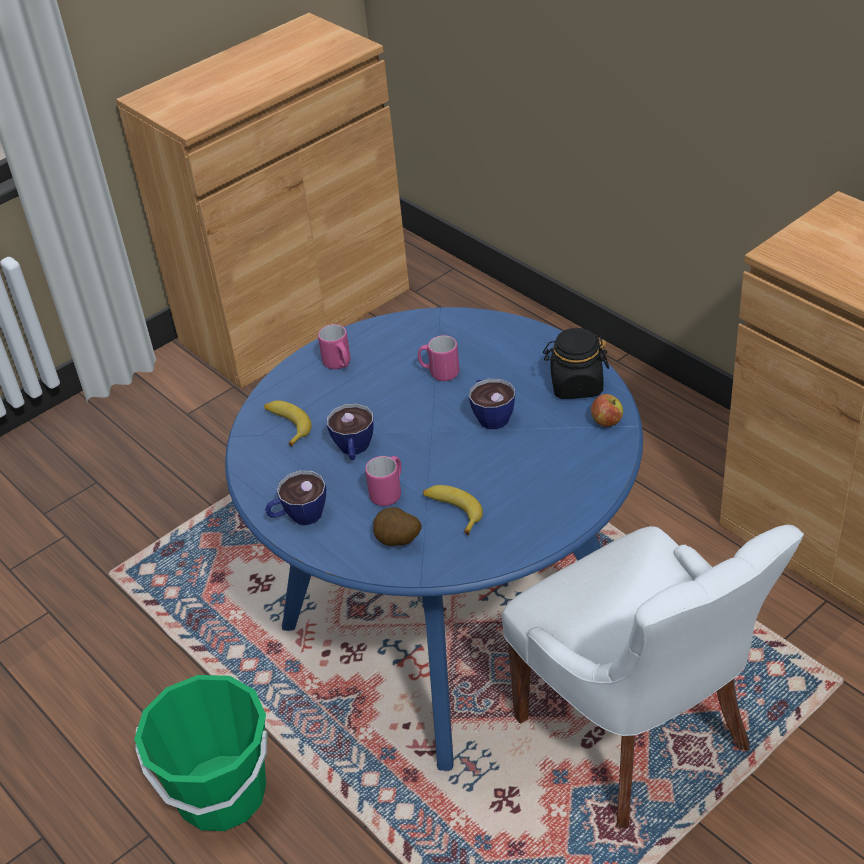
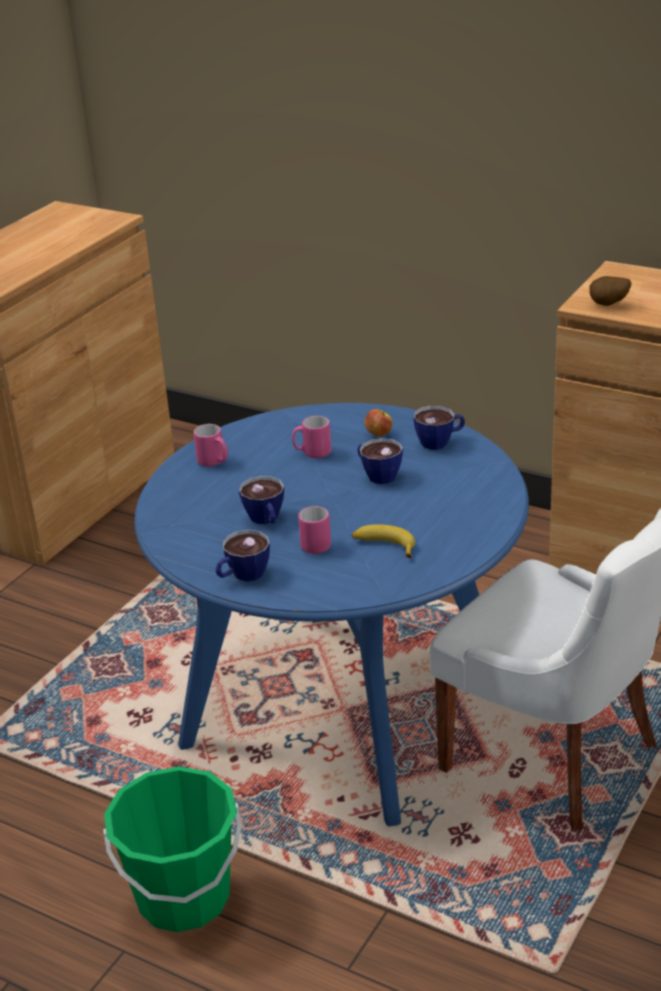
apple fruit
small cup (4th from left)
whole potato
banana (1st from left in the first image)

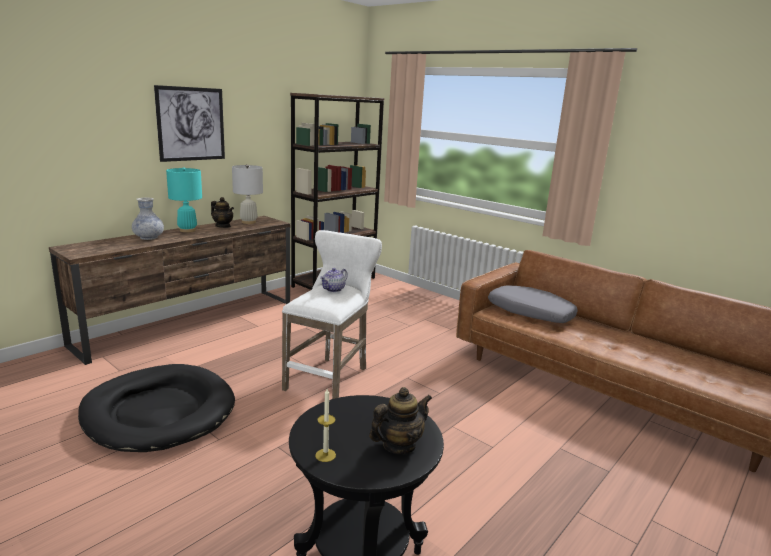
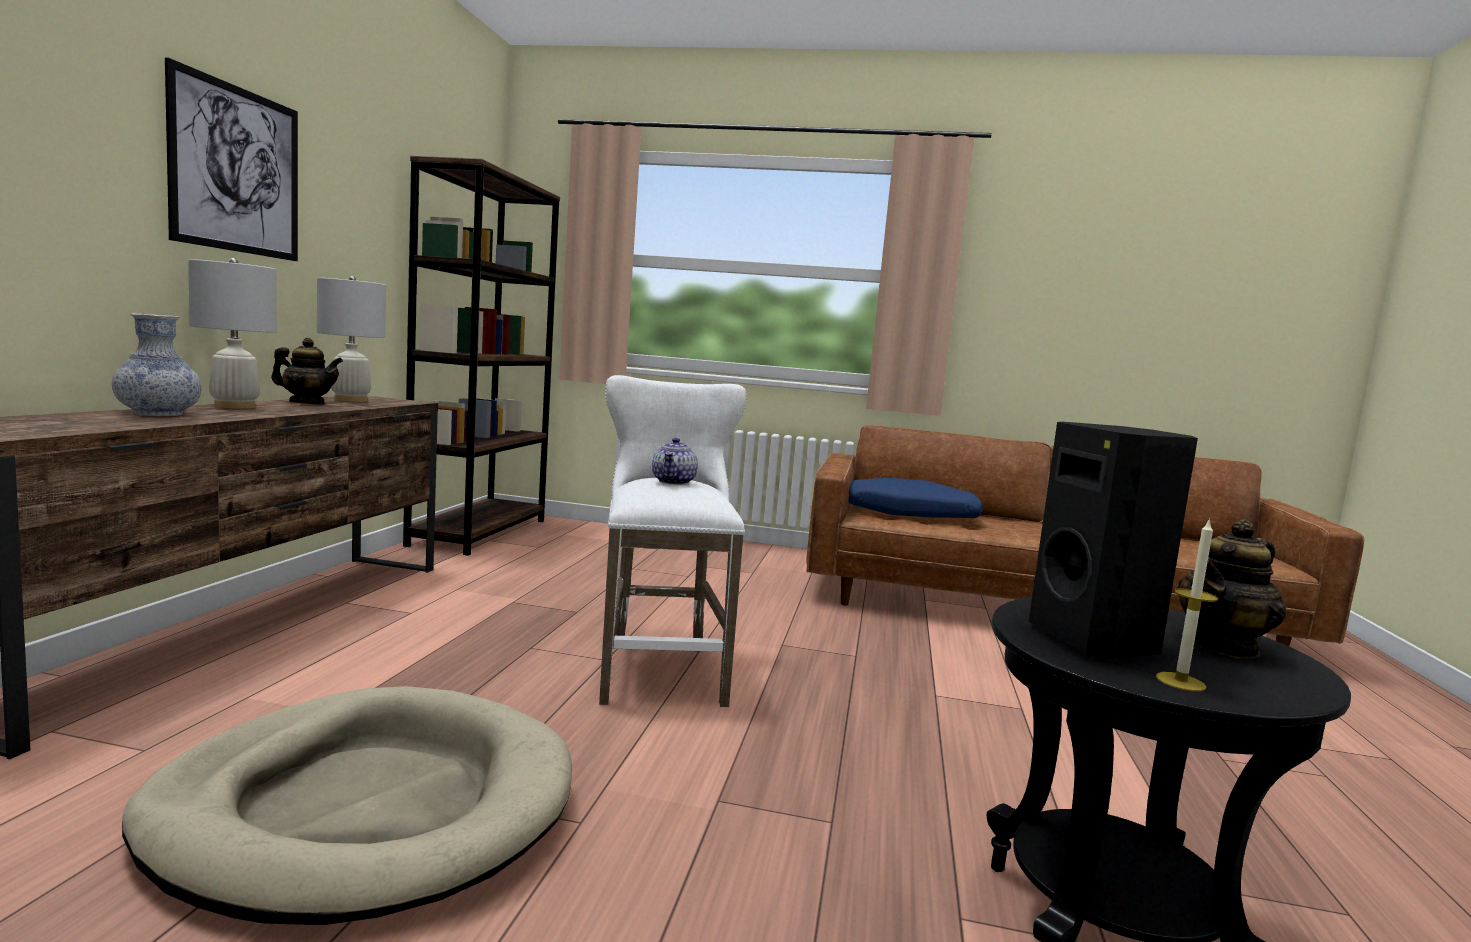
beige-coloured dog cushion
whitish tabletop lamp (1st from left)
blue pillow
black loudspeaker
tea pot (3rd from left)

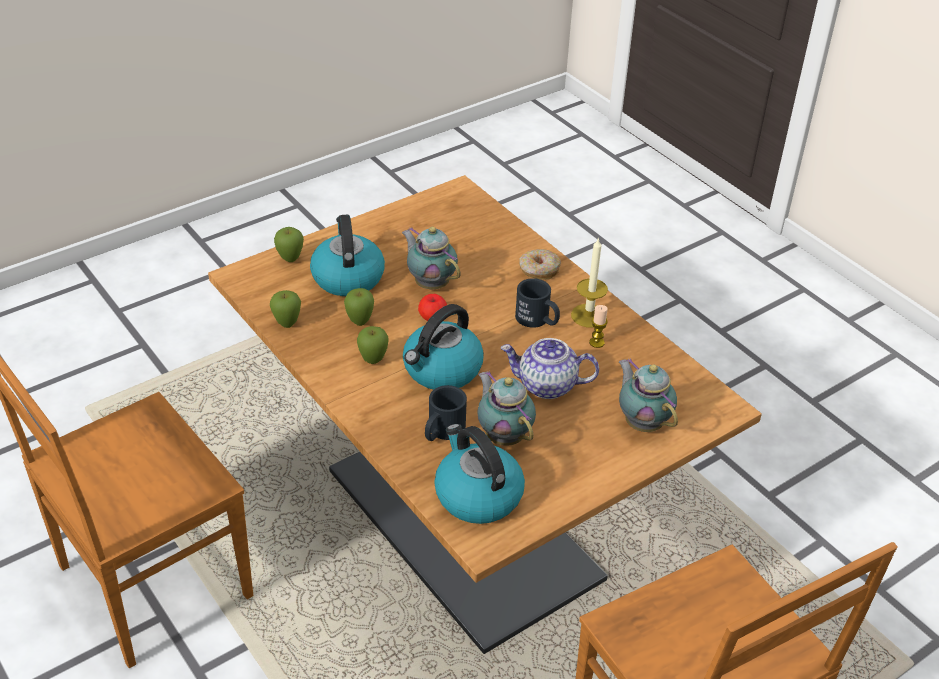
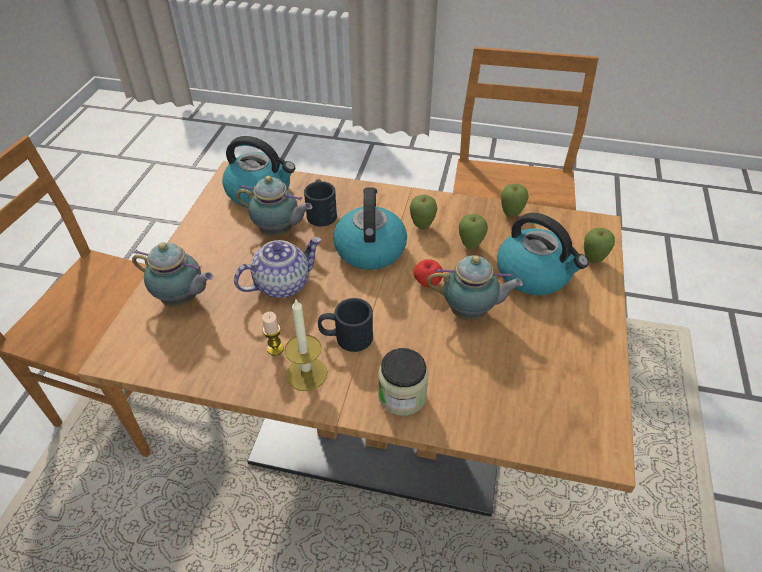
jar

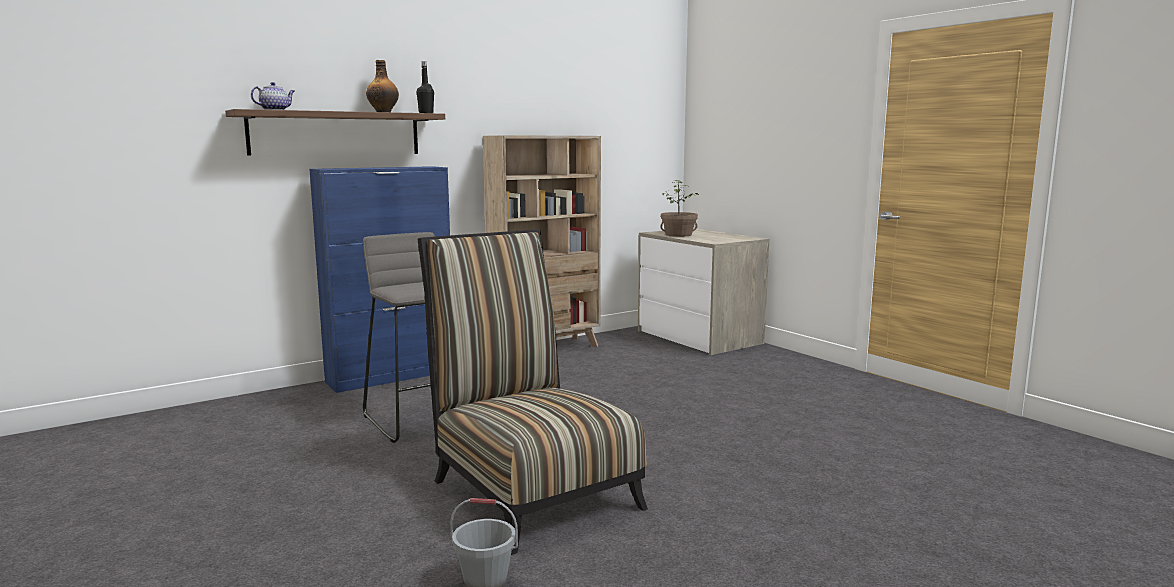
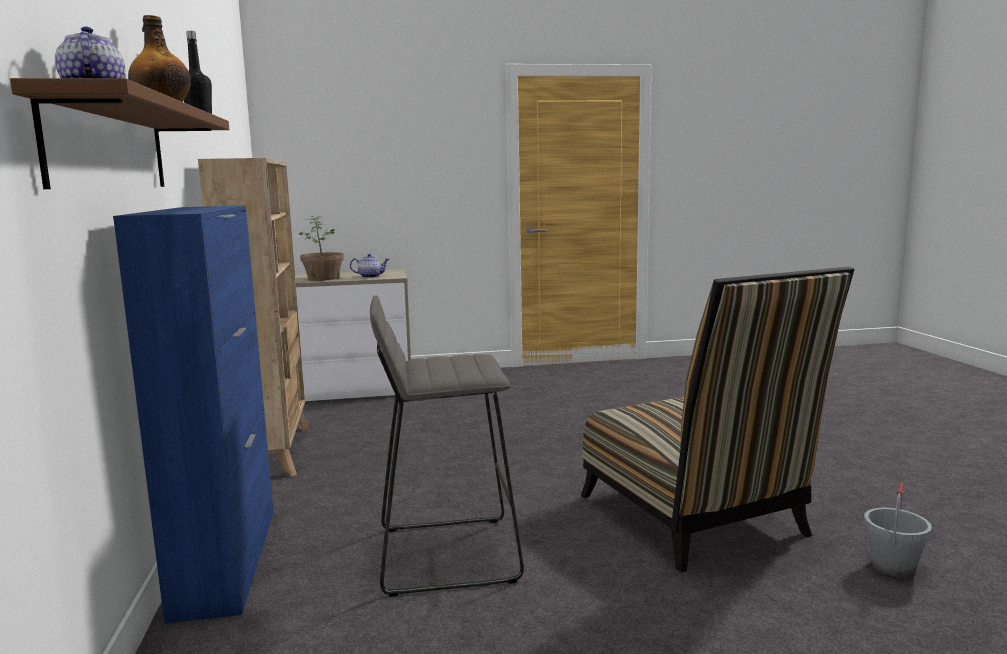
tea pot (2nd from left)
upright chair

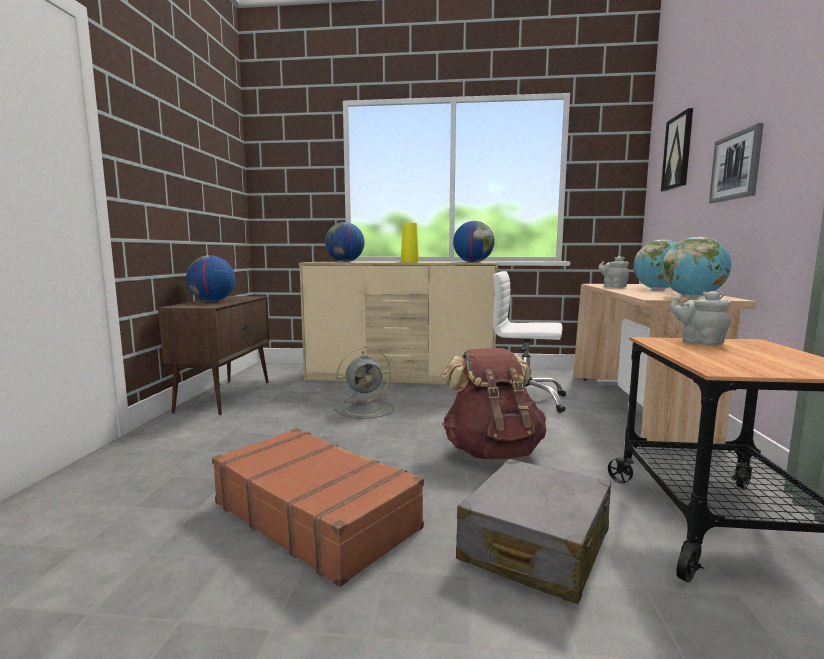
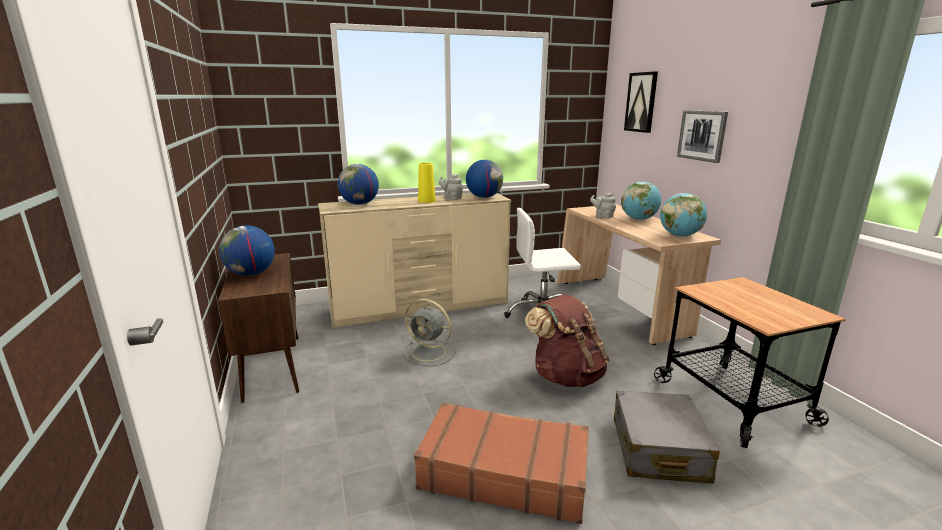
greyish cooling fan
greyish tea pot (1st from left)

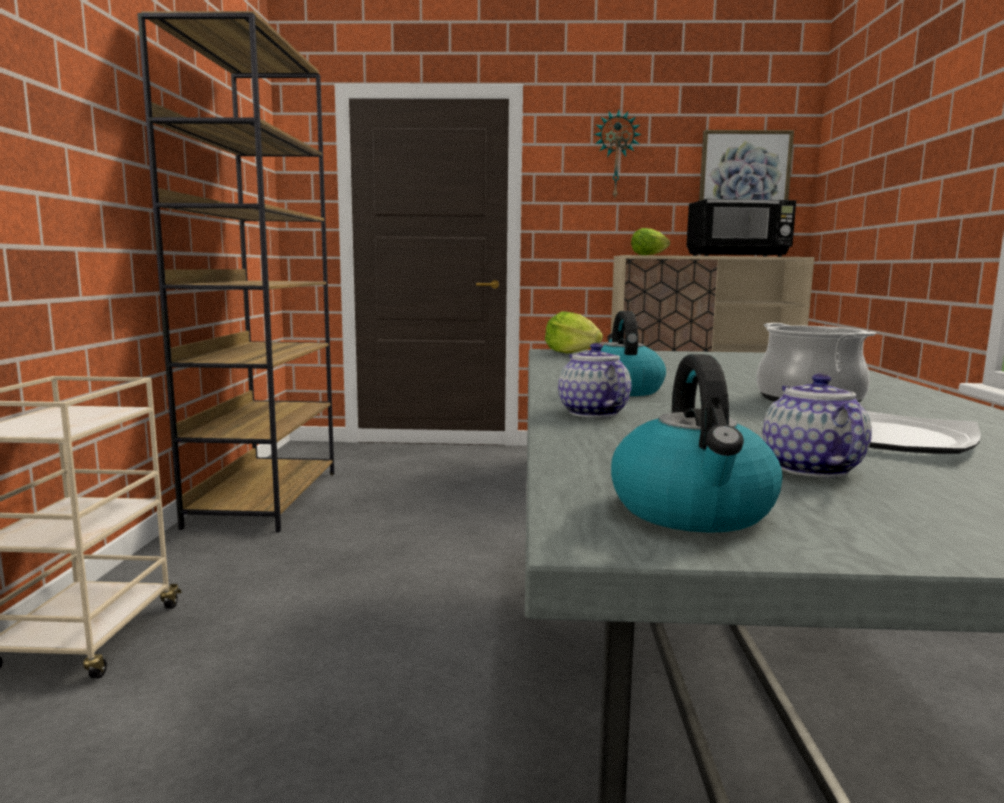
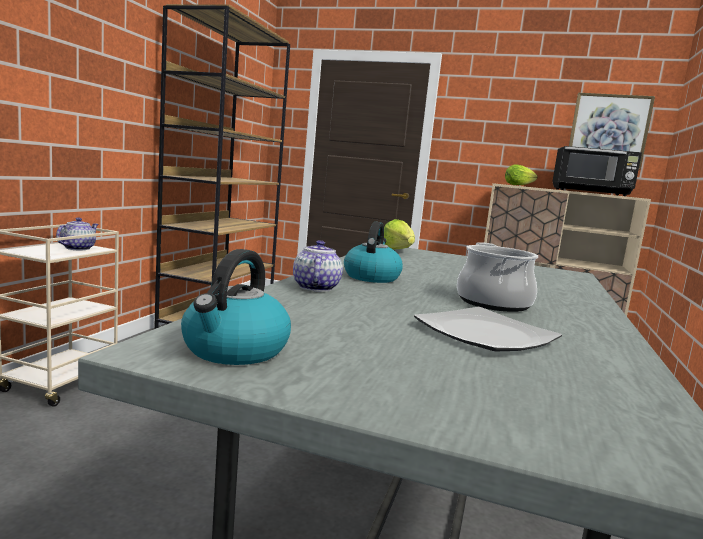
tea pot (1st from left)
clock on the wall

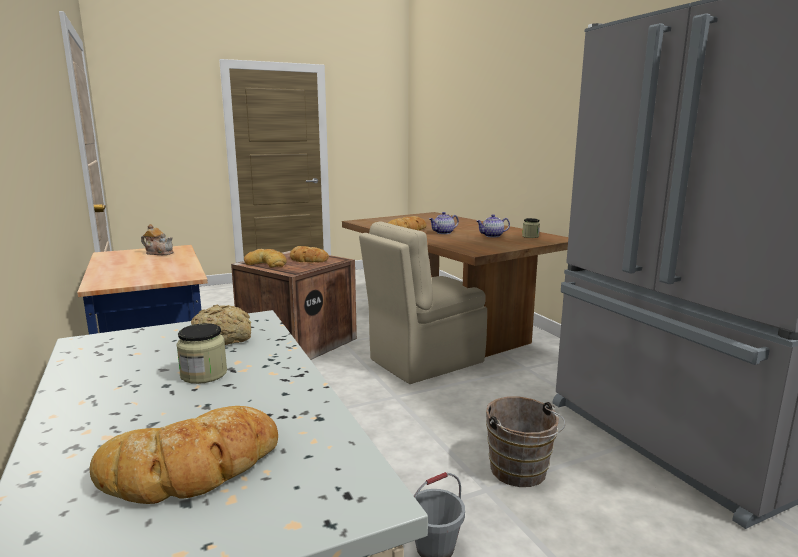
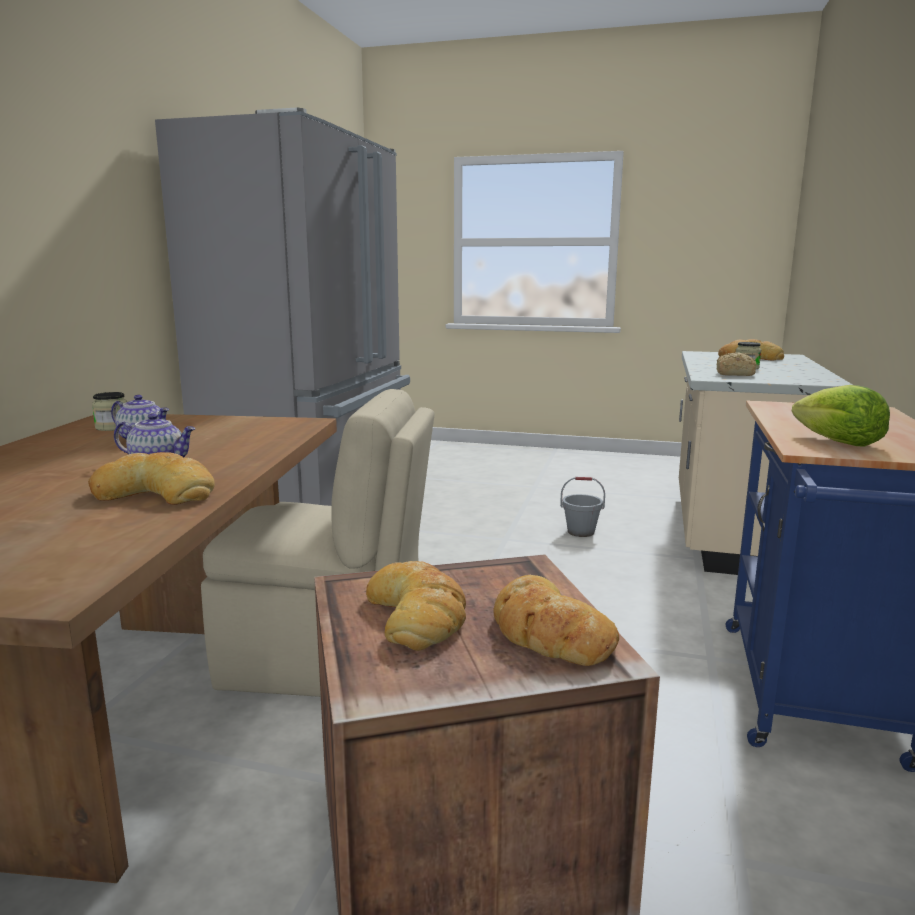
lettuce head
brownish water bucket

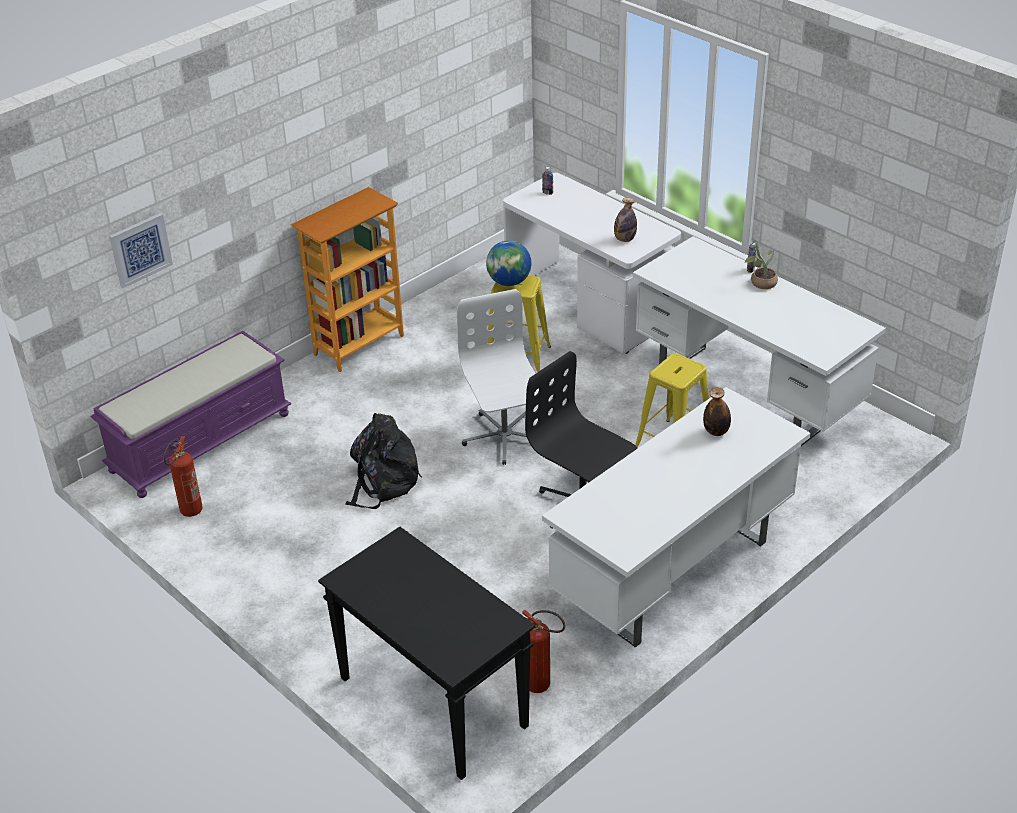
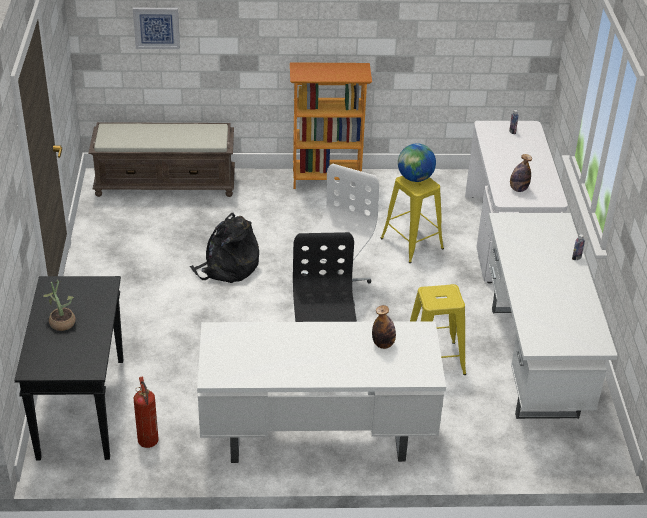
plant in a pot
brownish long seat
extinguisher (1st from left in the first image)

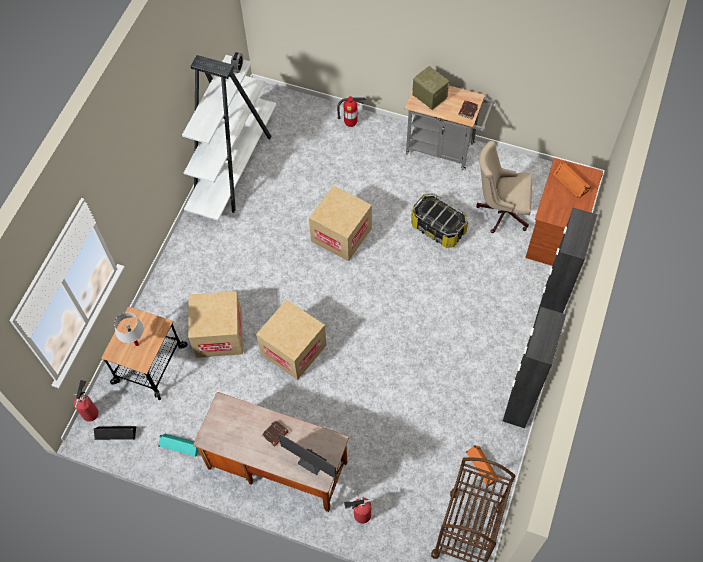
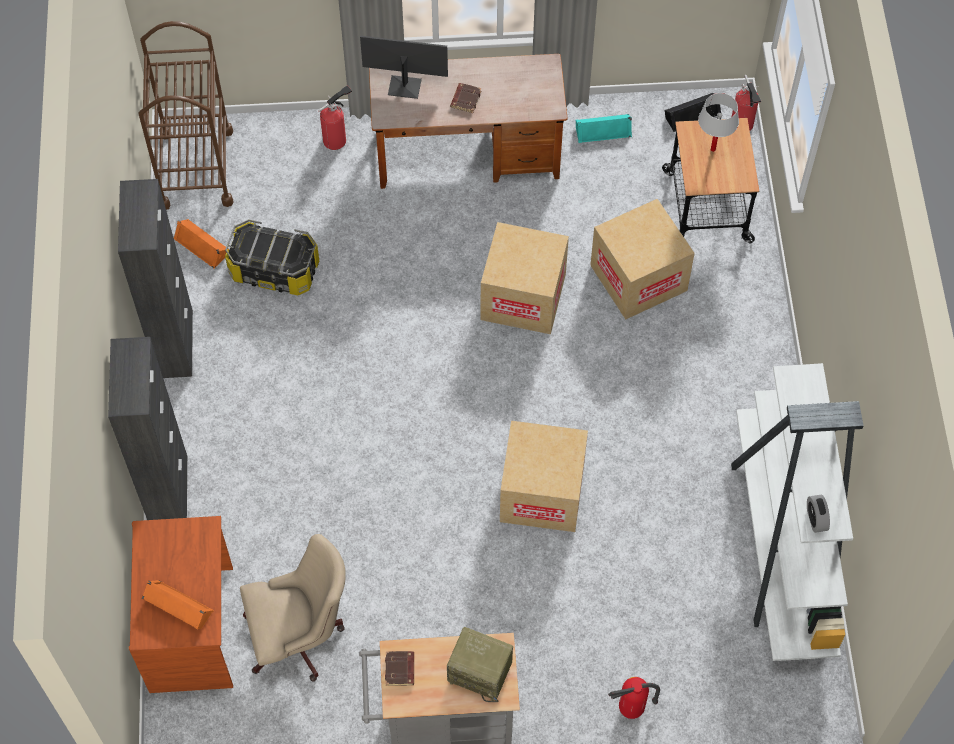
storage container

